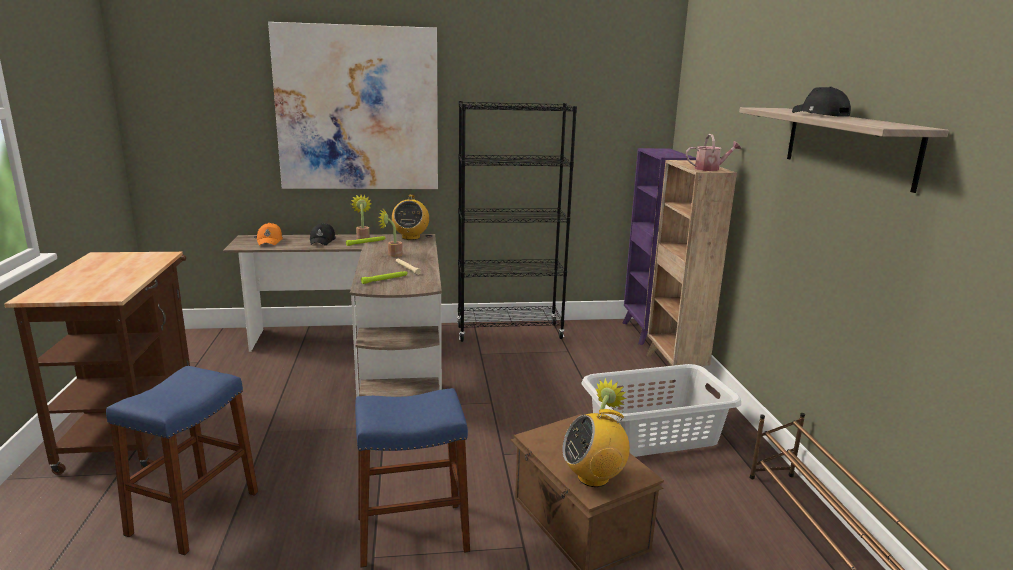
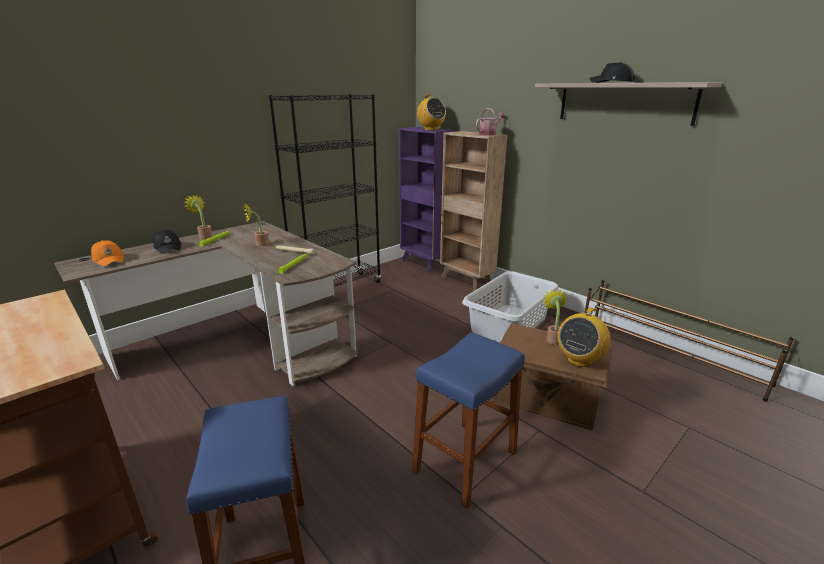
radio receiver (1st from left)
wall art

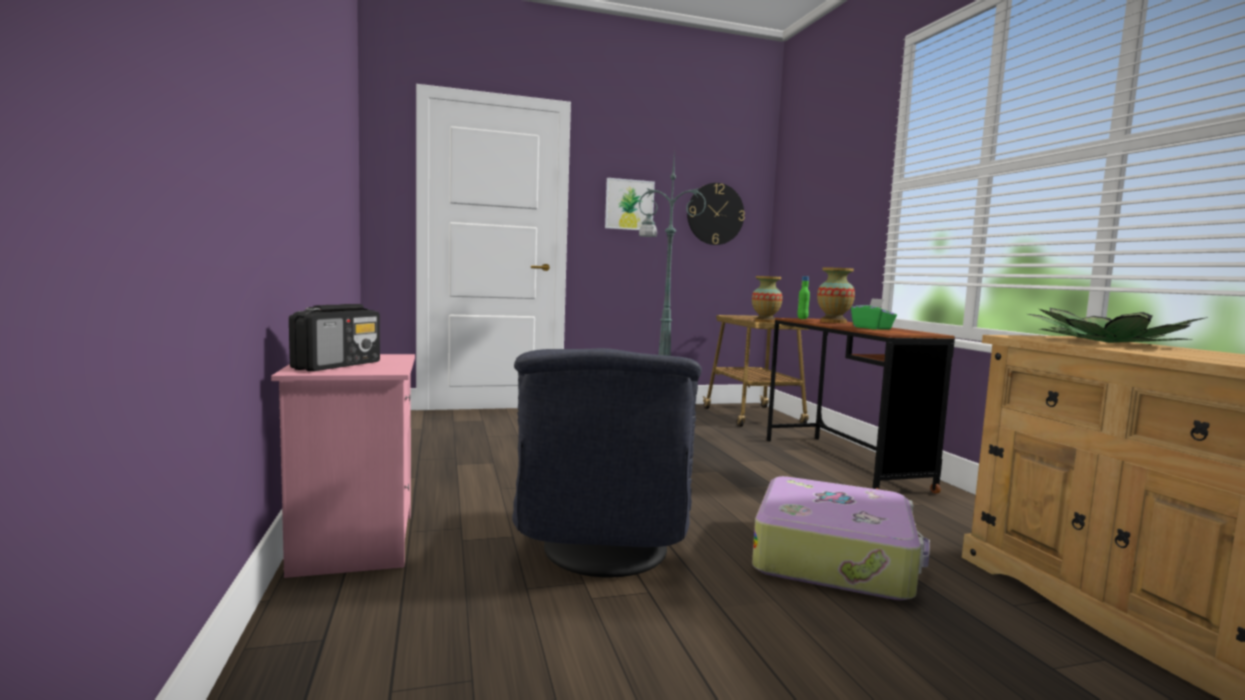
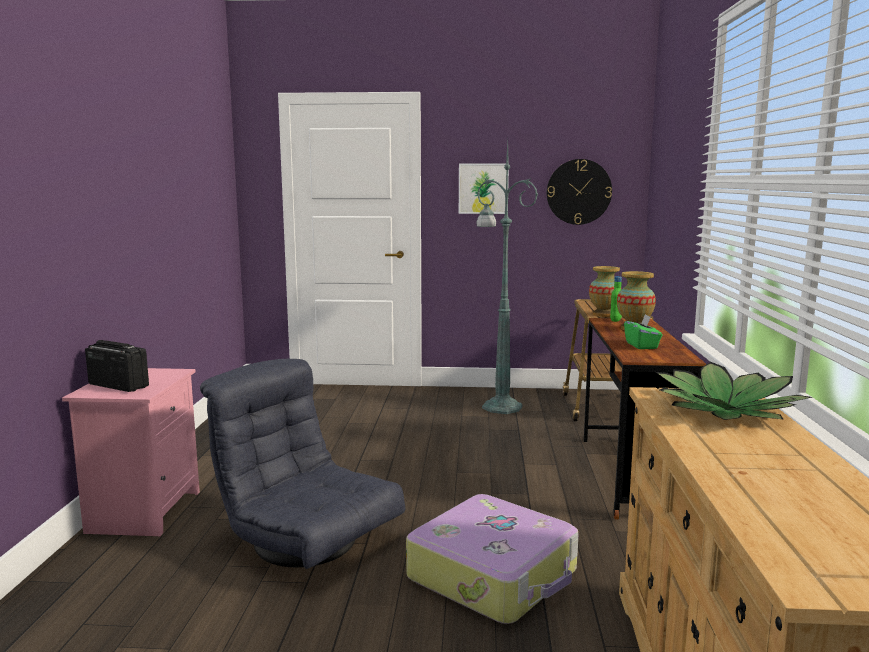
radio receiver
greyish lounge chair

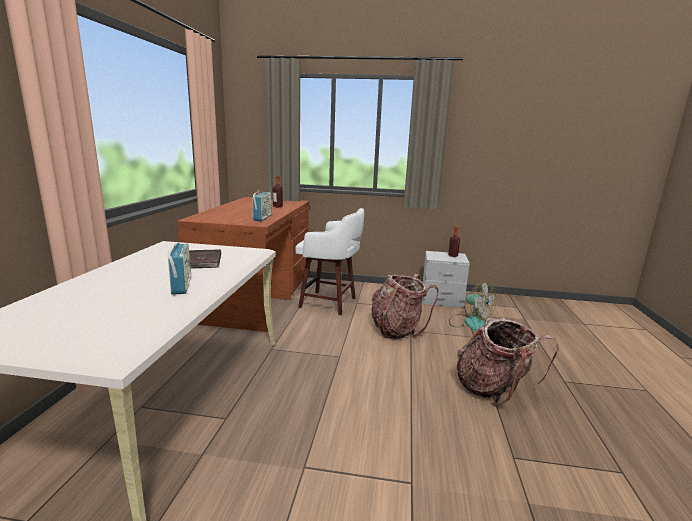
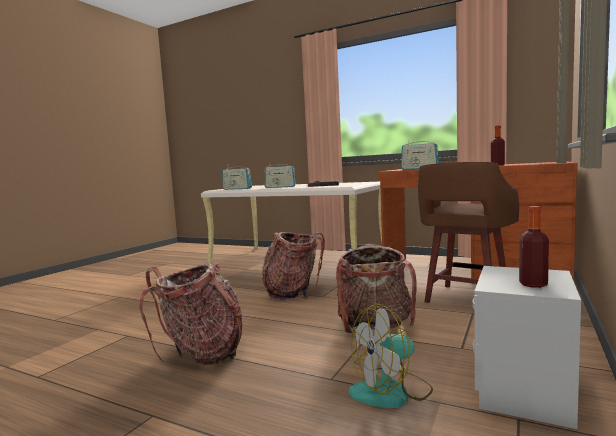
radio receiver (1st from left)
knapsack (2nd from left)
brownish stool

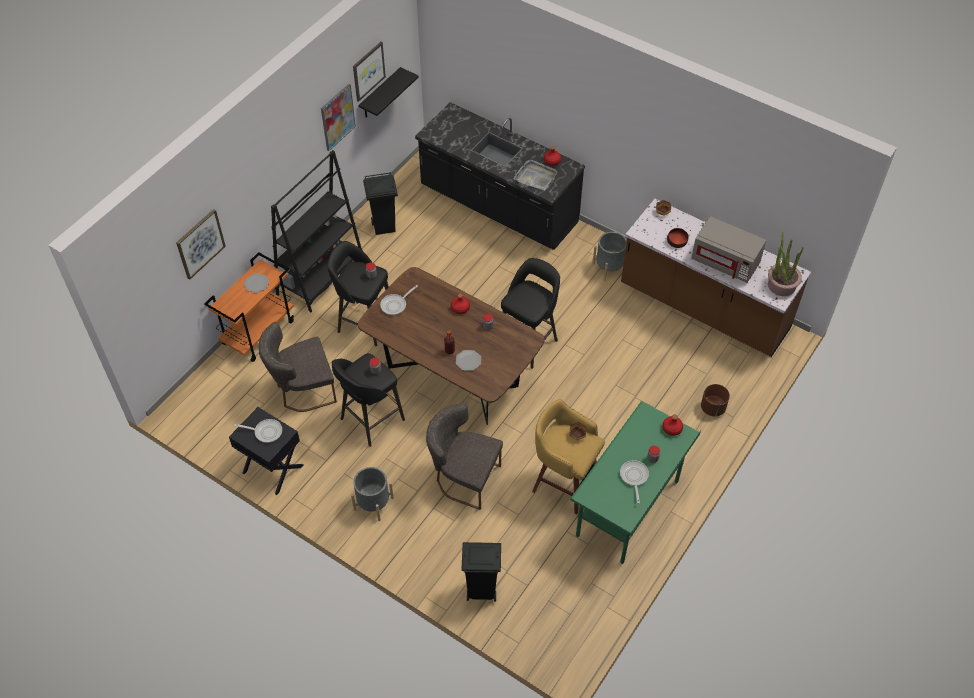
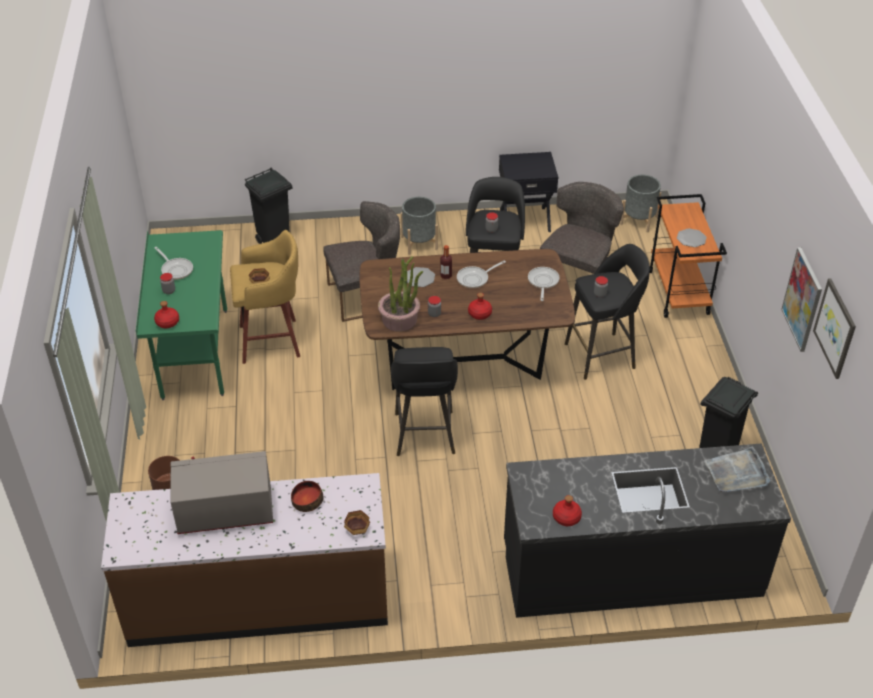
plant in a pot
pan (2nd from left)
greyish planter (2nd from left)
greyish tray
wall art (1st from left in the first image)
black bookshelf
black shelf

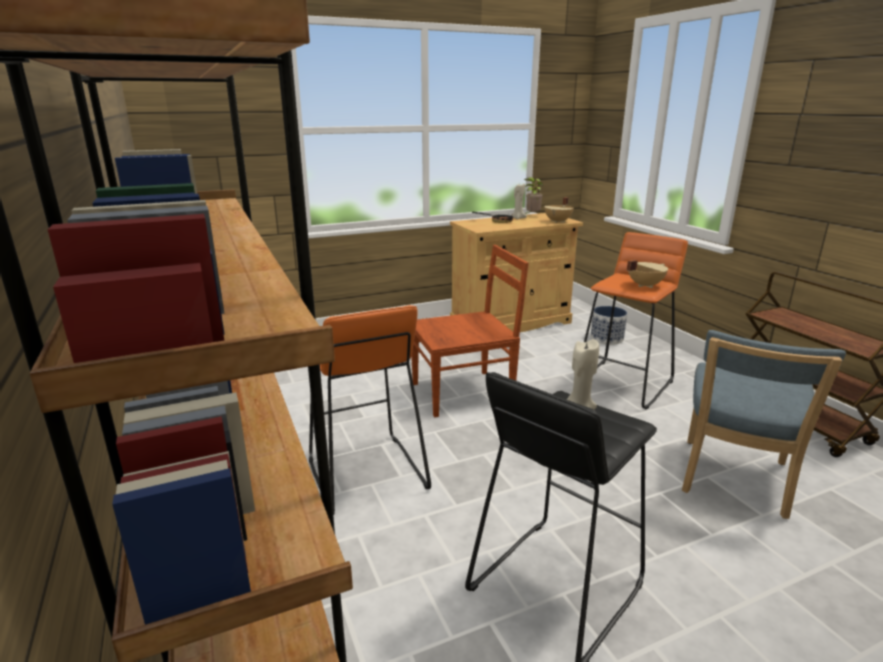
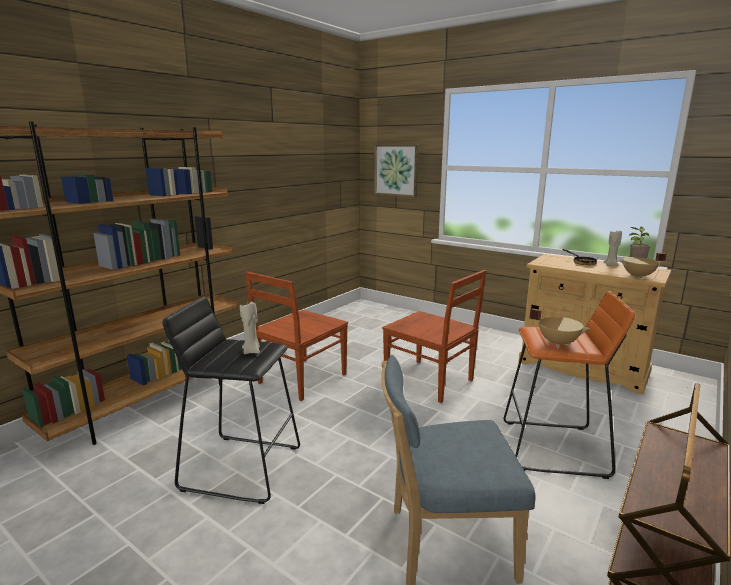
brownish upright chair (1st from left)
wall art
planter

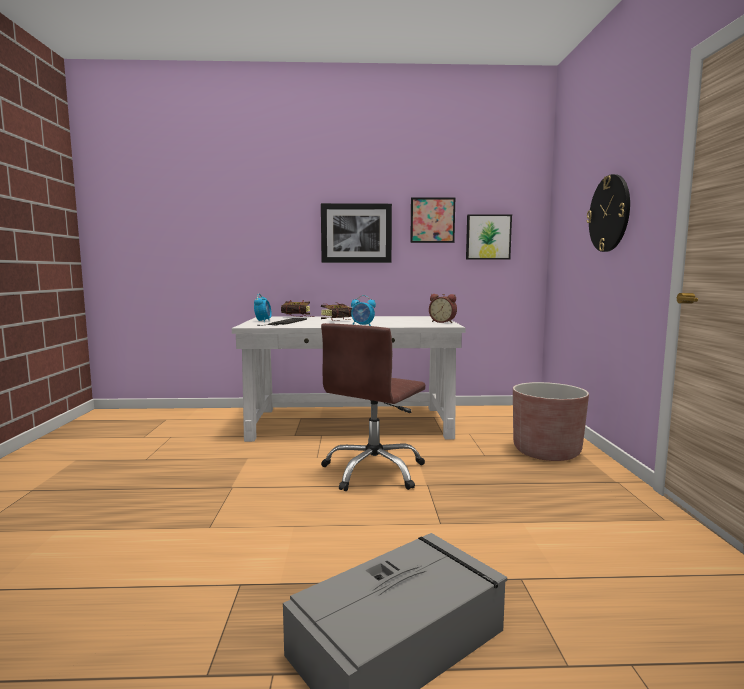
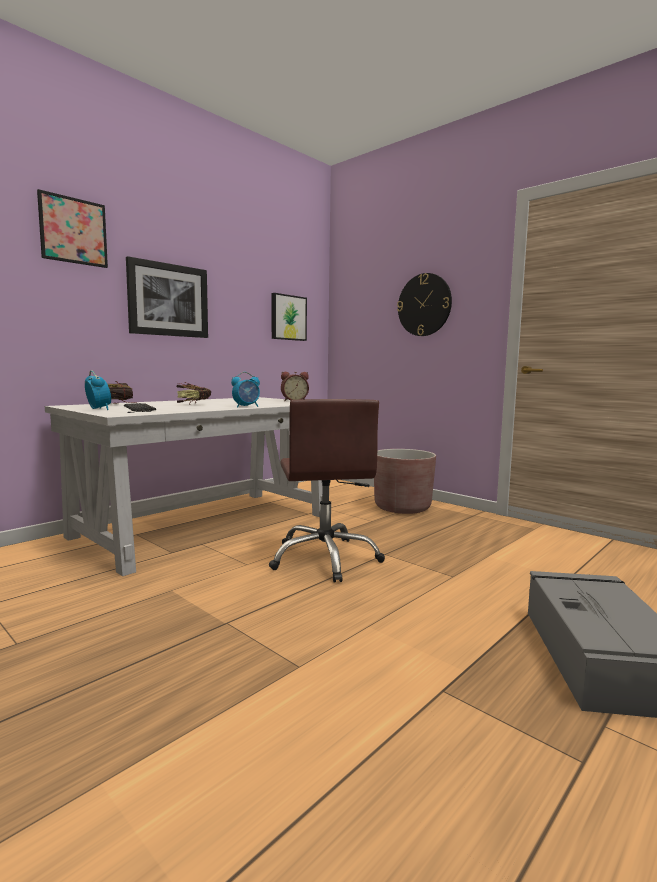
wall art (1st from left)

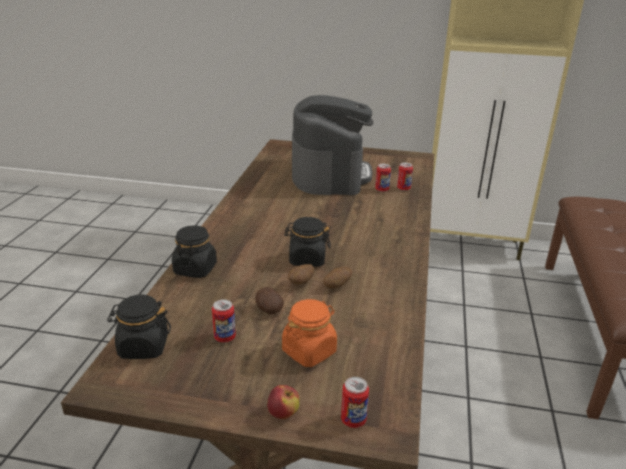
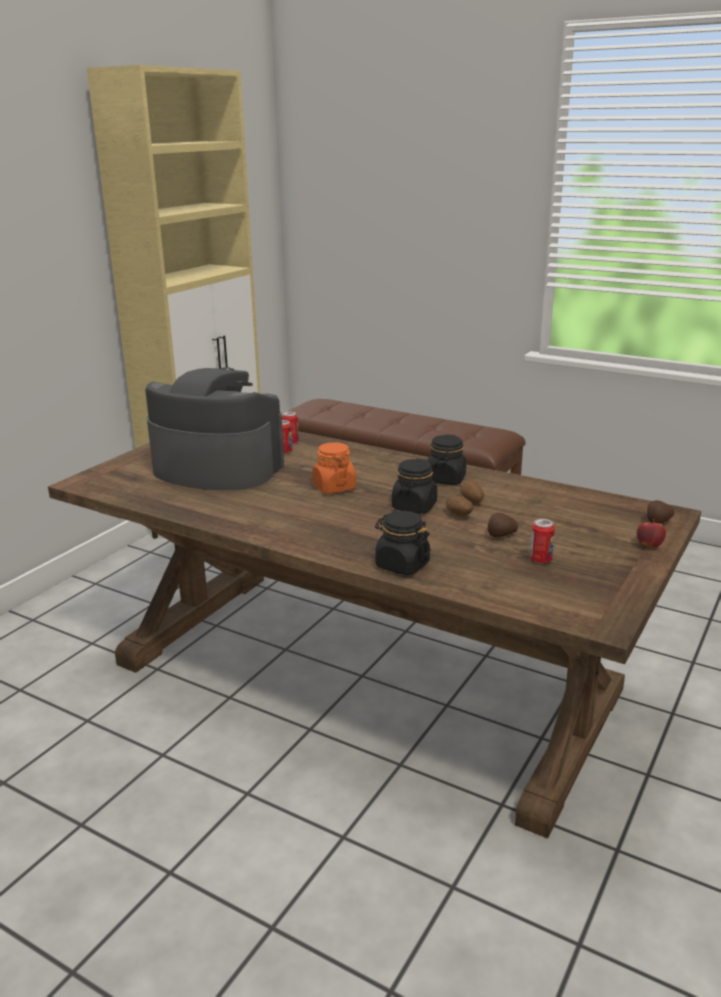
orange jar
black jar (3rd from left)
whole potato (4th from left)

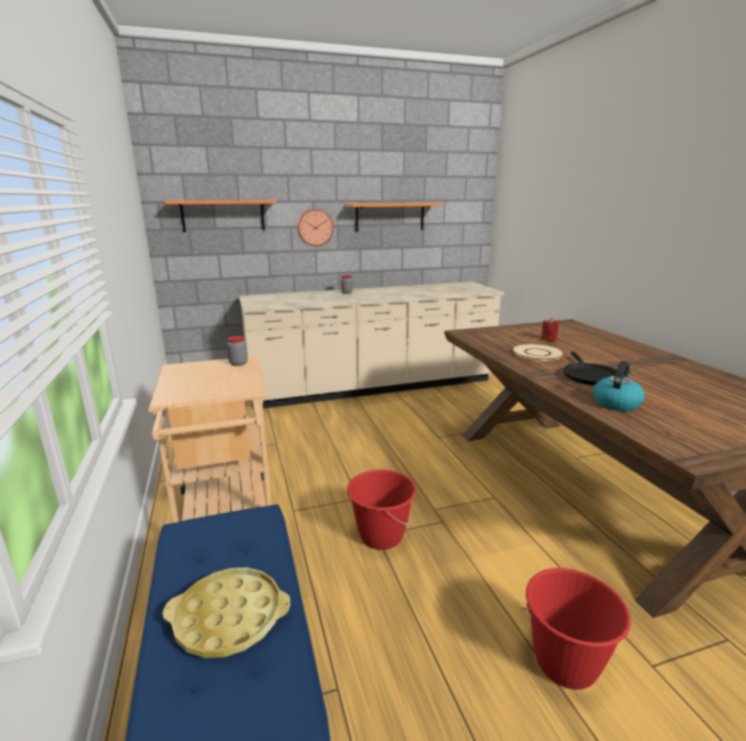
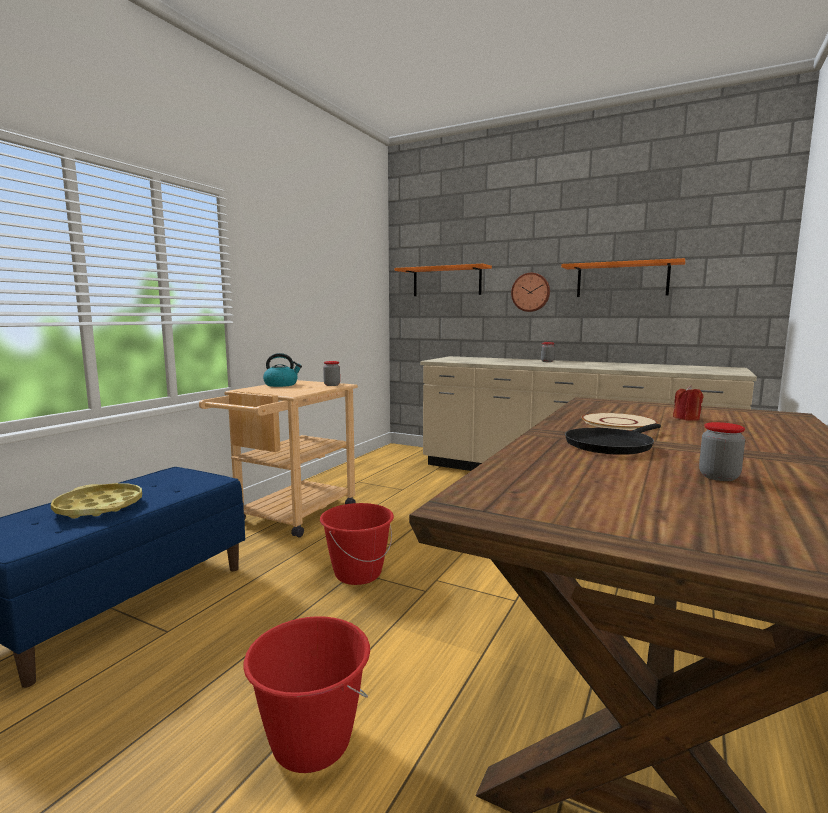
water kettle
jar (3rd from left)

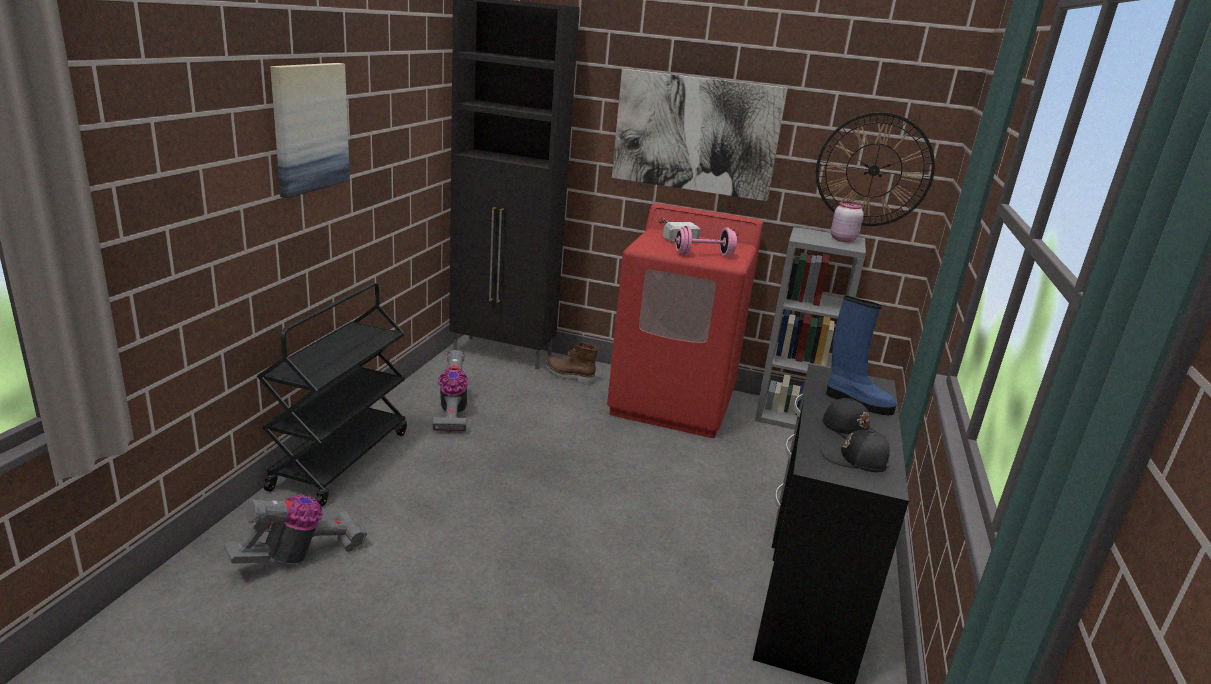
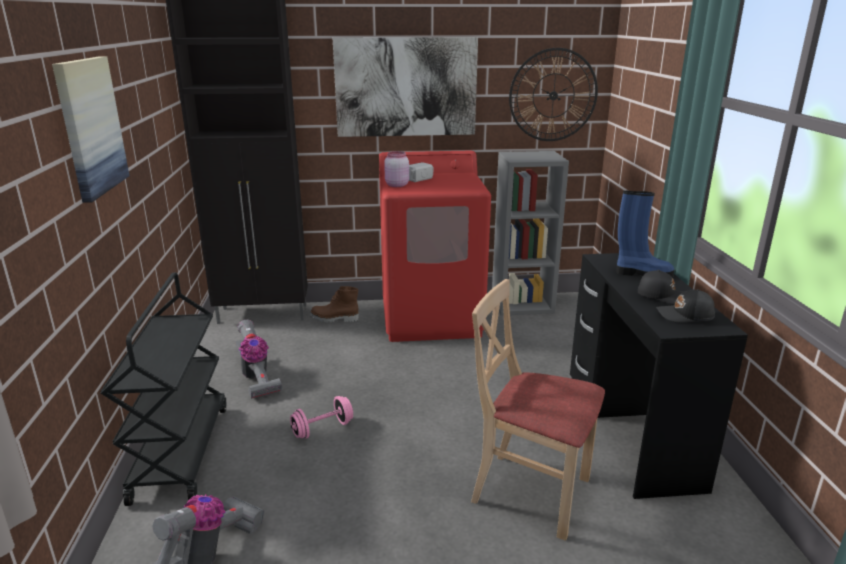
pink-coloured hand weight
pink-coloured jar
beige-coloured upright chair

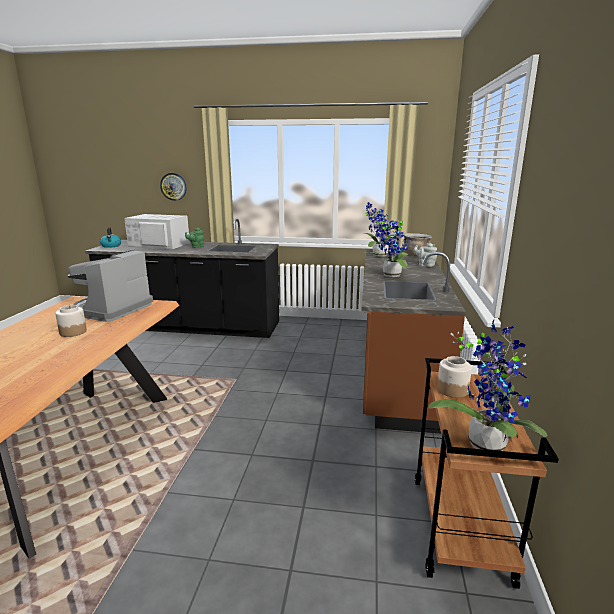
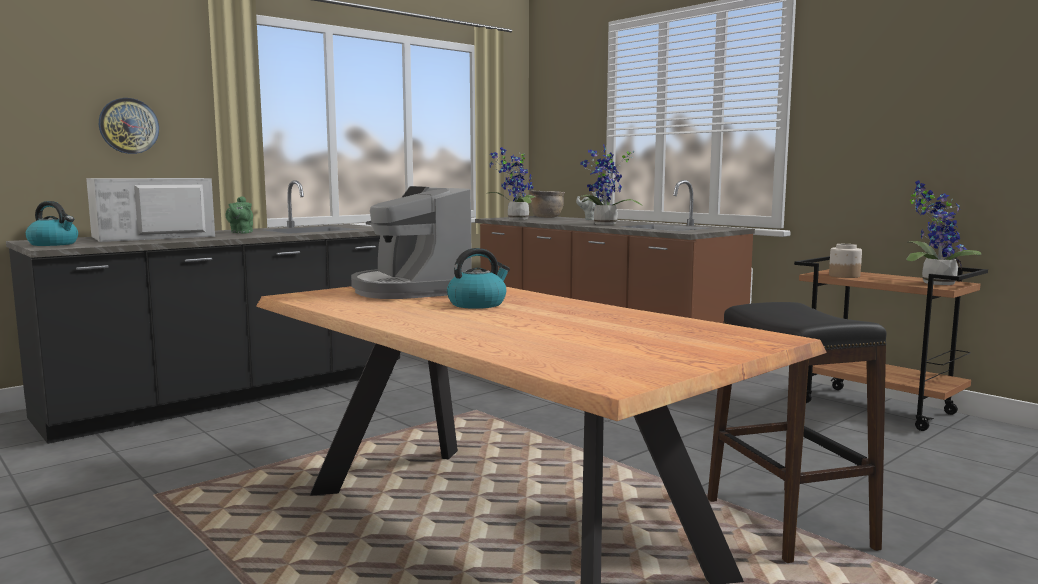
water kettle (2nd from left)
black stool

